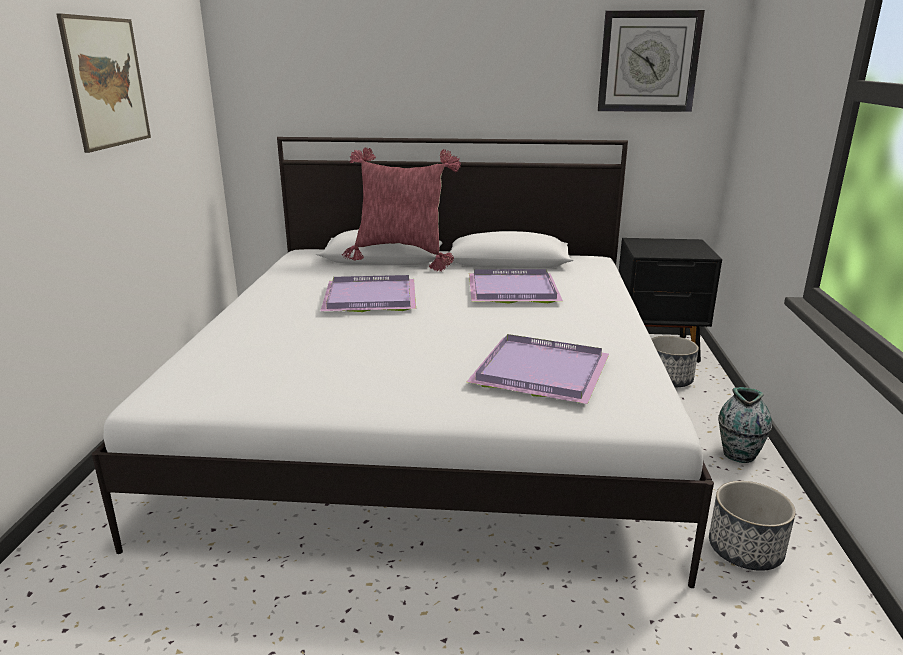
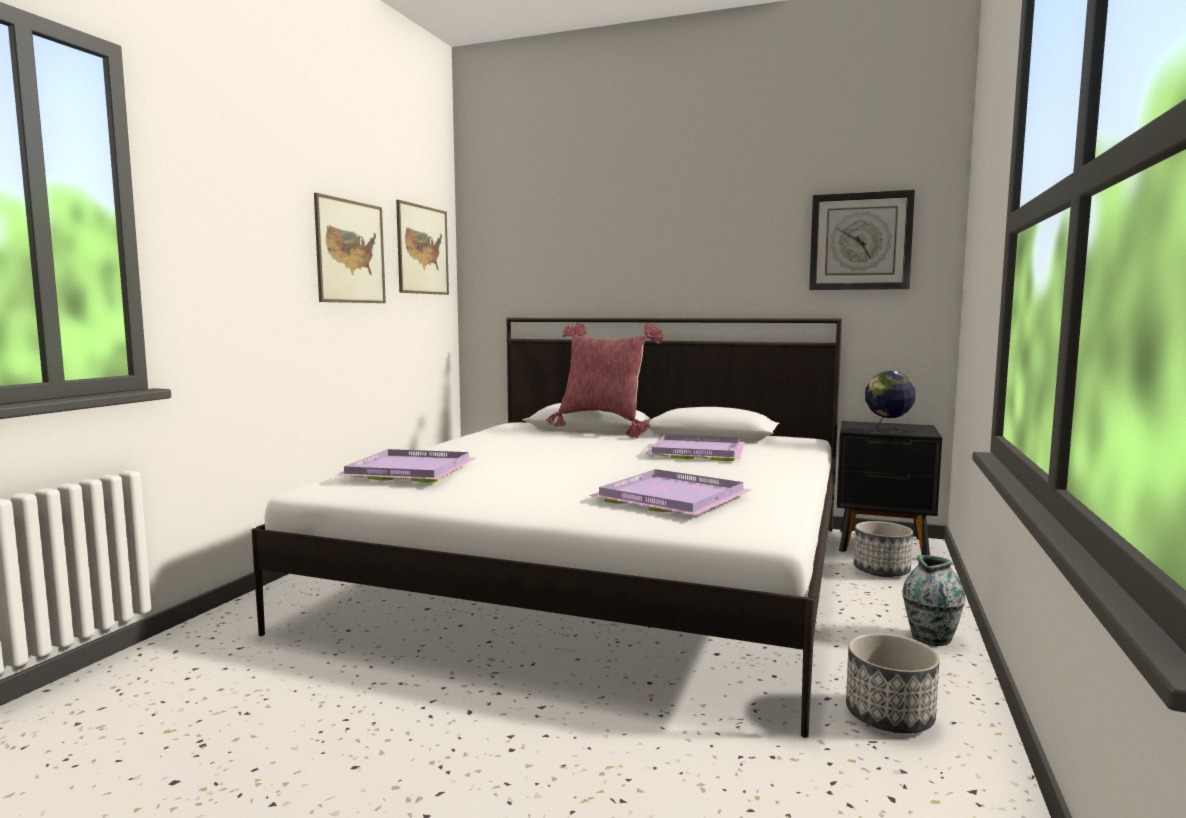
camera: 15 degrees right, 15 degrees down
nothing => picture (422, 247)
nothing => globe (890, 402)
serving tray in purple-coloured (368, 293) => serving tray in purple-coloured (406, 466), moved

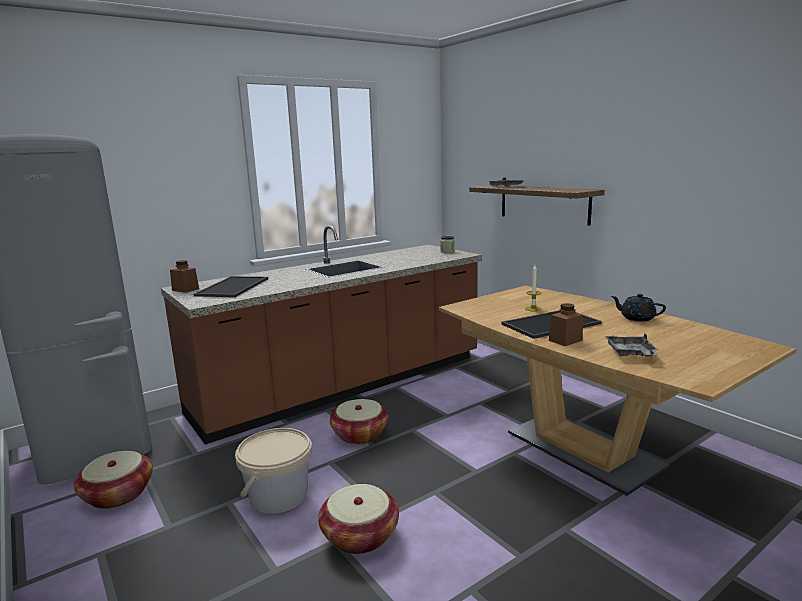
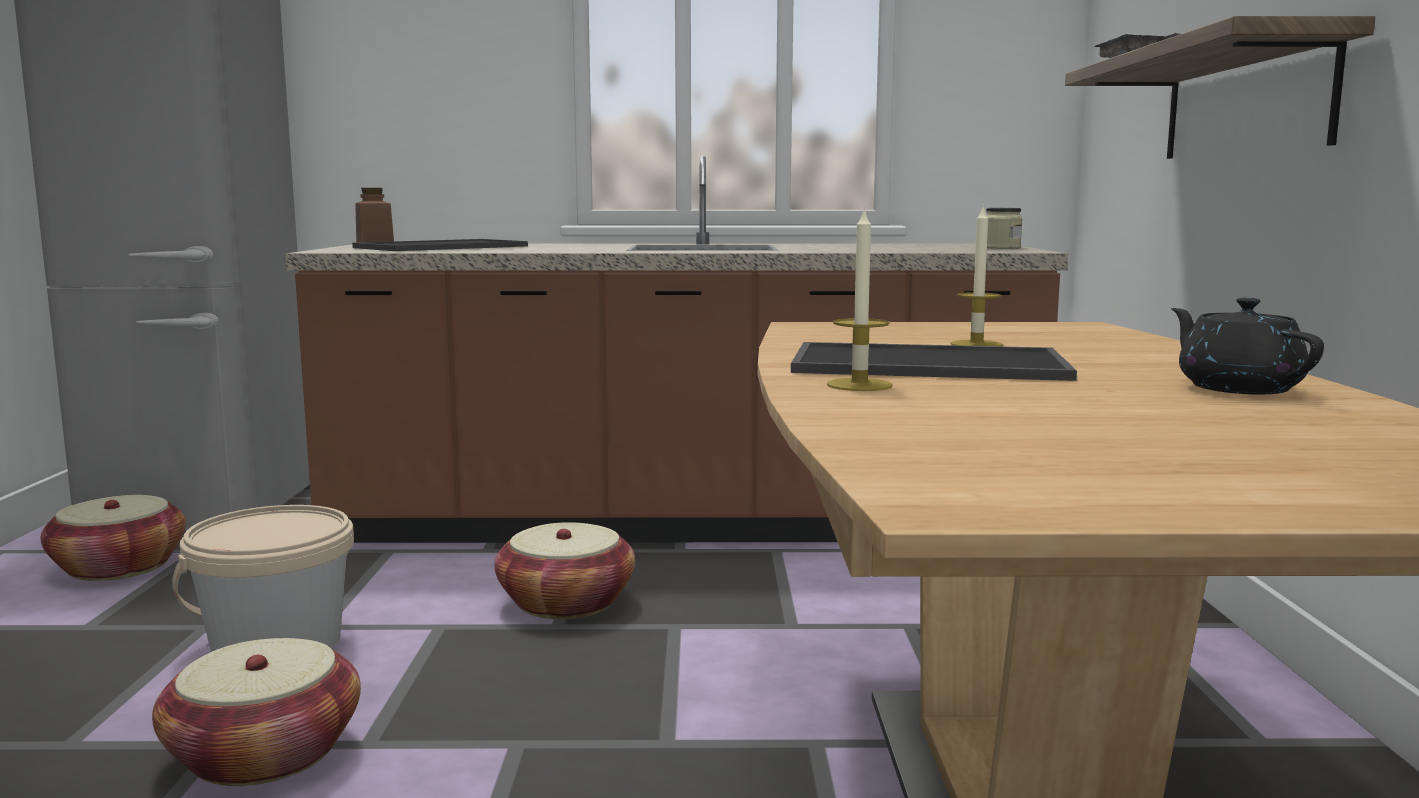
camera: 35 degrees right, 5 degrees down
serving tray in gray (632, 345) => nothing
storage jar in brownish (566, 324) => wax light (859, 299)

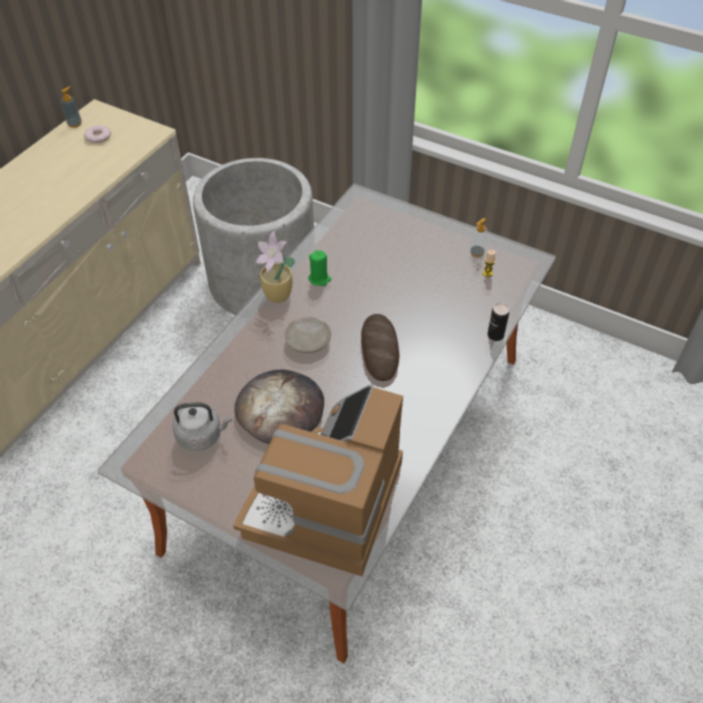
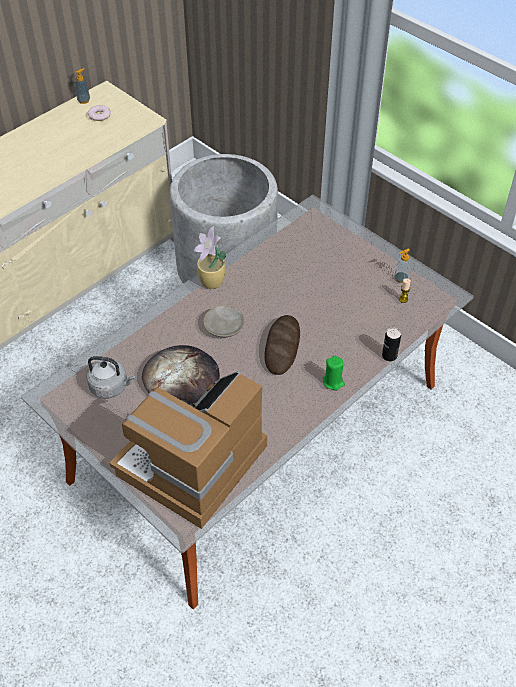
camera: 15 degrees right, 0 degrees up
wax light in green (319, 268) => wax light in green (334, 373), moved

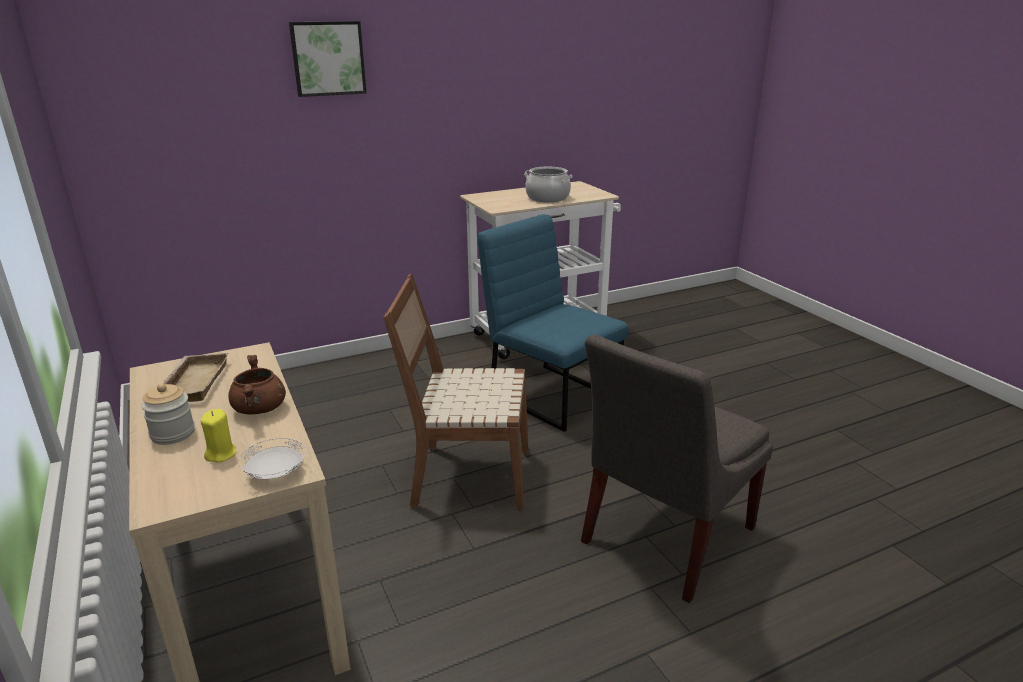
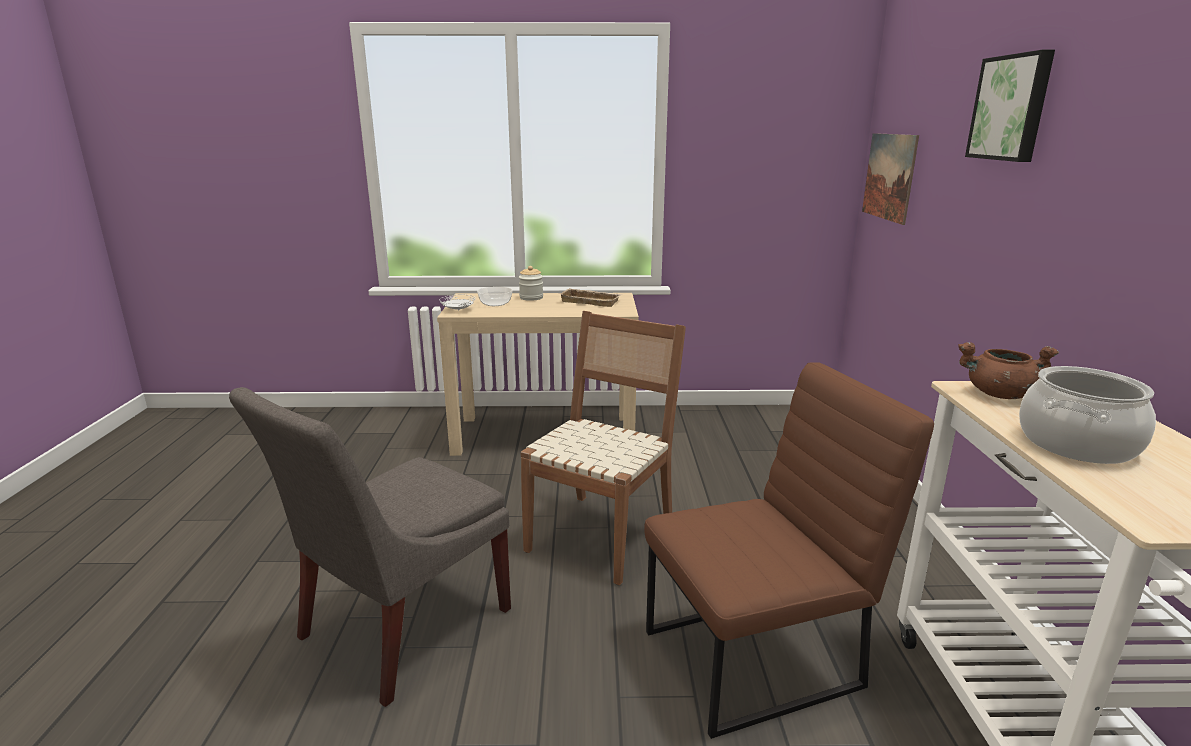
camera: 115 degrees right, 5 degrees down
nothing => picture (890, 179)
saucepot in brownish (257, 384) => saucepot in brownish (1008, 370), moved
wax light in yellow (218, 436) => serving bowl (495, 296)
plain chair in blue (553, 323) => plain chair in brownish (789, 550)
plain chair in gray (677, 469) => plain chair in gray (370, 547), 120 degrees counterclockwise

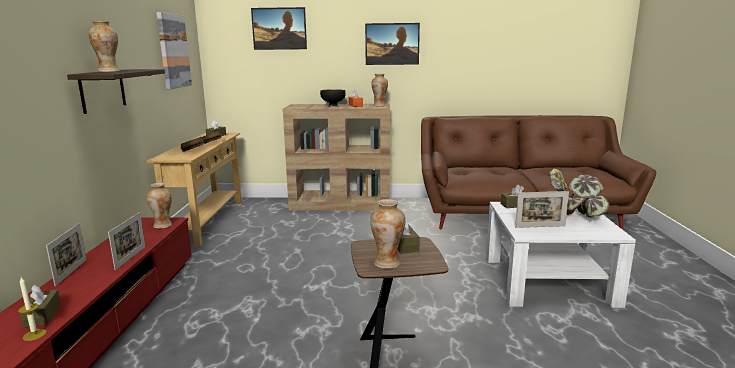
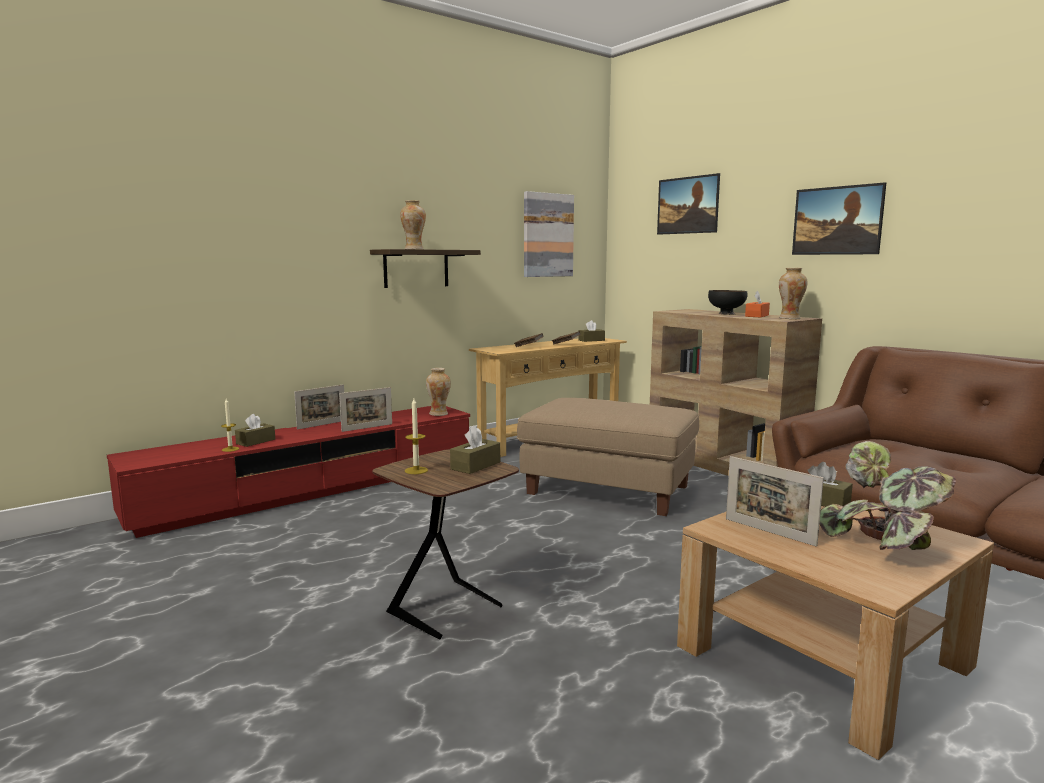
camera: 50 degrees right, 5 degrees down
nothing => pouffe in beige (608, 457)
vase (387, 234) => wax light (416, 436)
low table in white (561, 255) => low table in brownish (835, 633)

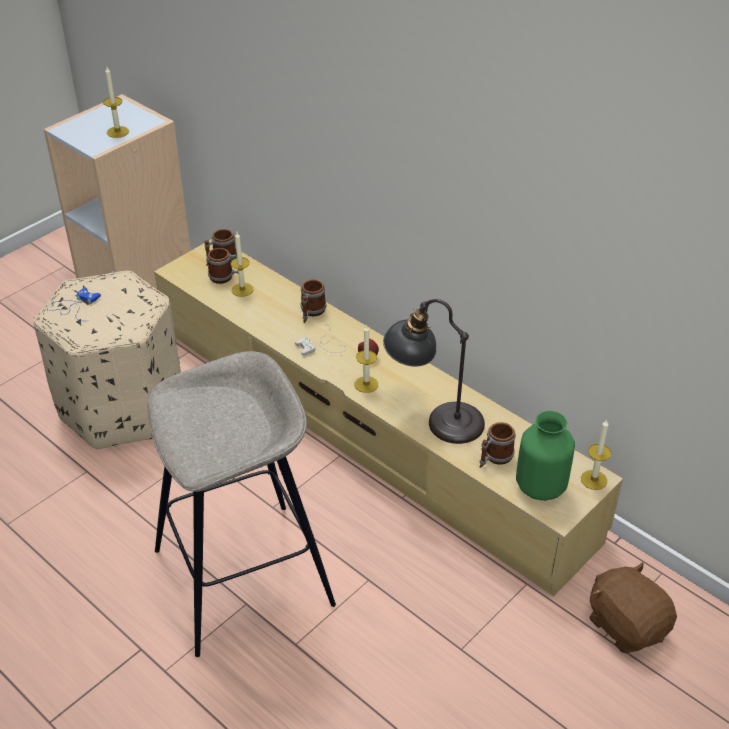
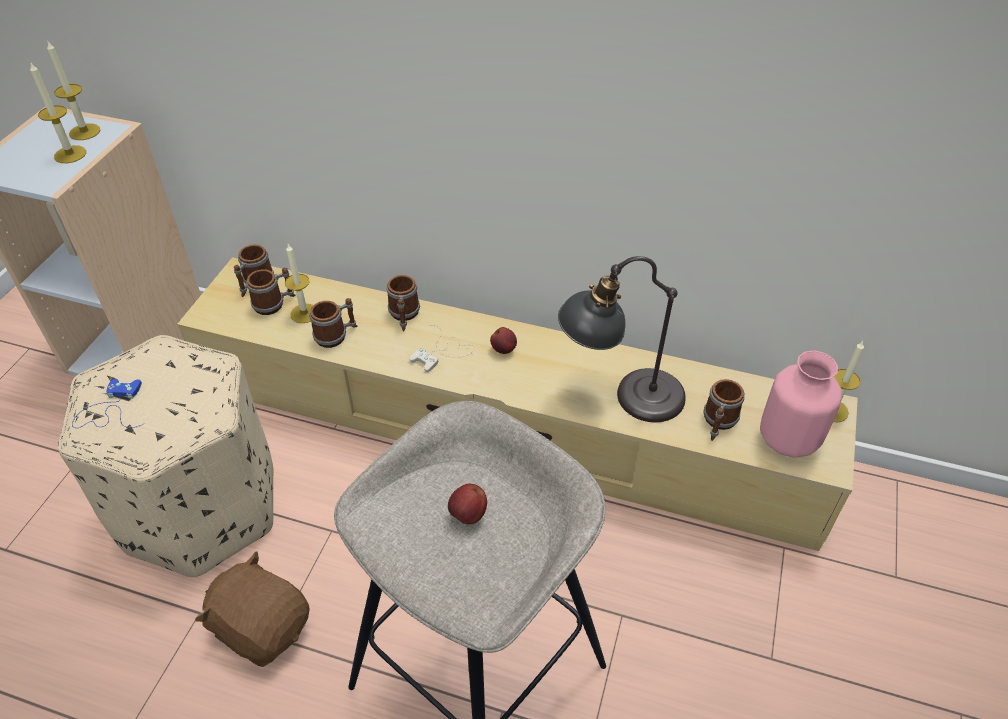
camera: 25 degrees left, 5 degrees up
nothing => mug (333, 323)
nothing => whole apple (467, 504)
wax light (366, 358) => wax light (73, 90), moved
cuddly toy in brownish (633, 607) => cuddly toy in brownish (252, 609), moved
vase in green (545, 455) => vase in pink-coloured (801, 404)

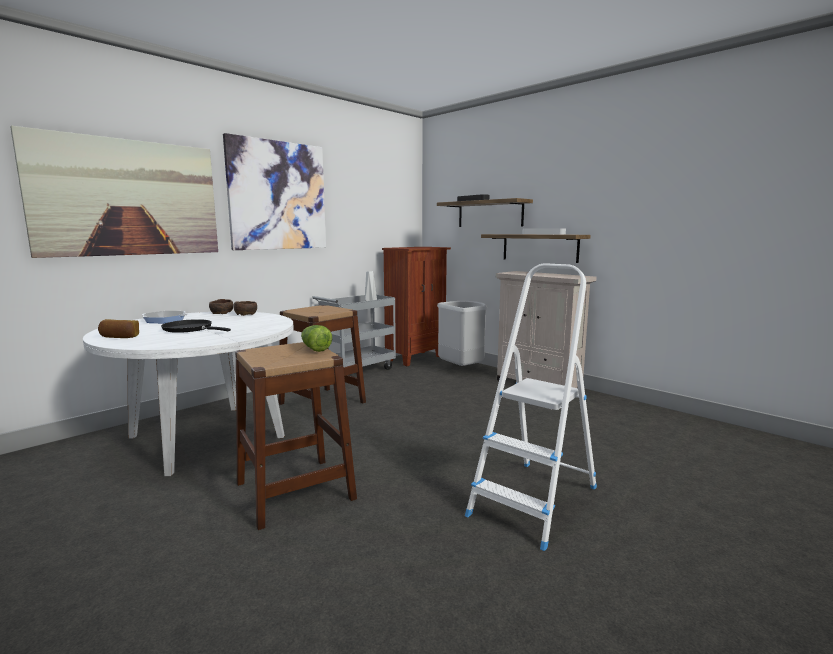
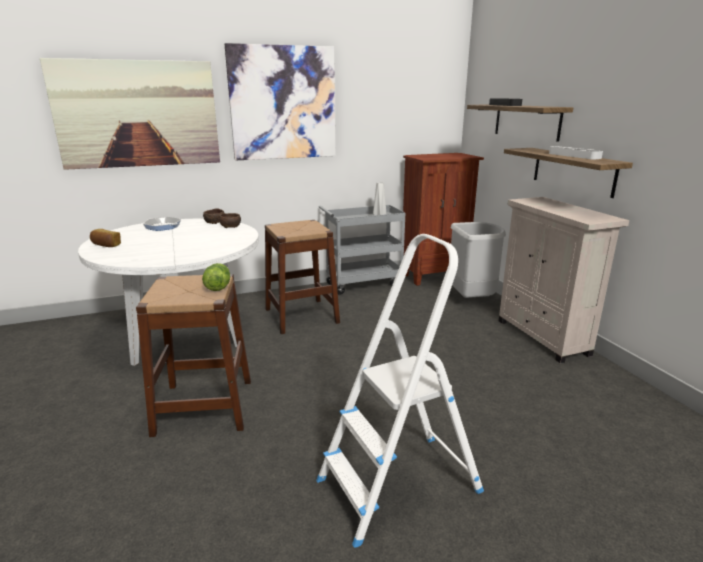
camera: 25 degrees right, 10 degrees up
pan in blackish (196, 326) => nothing

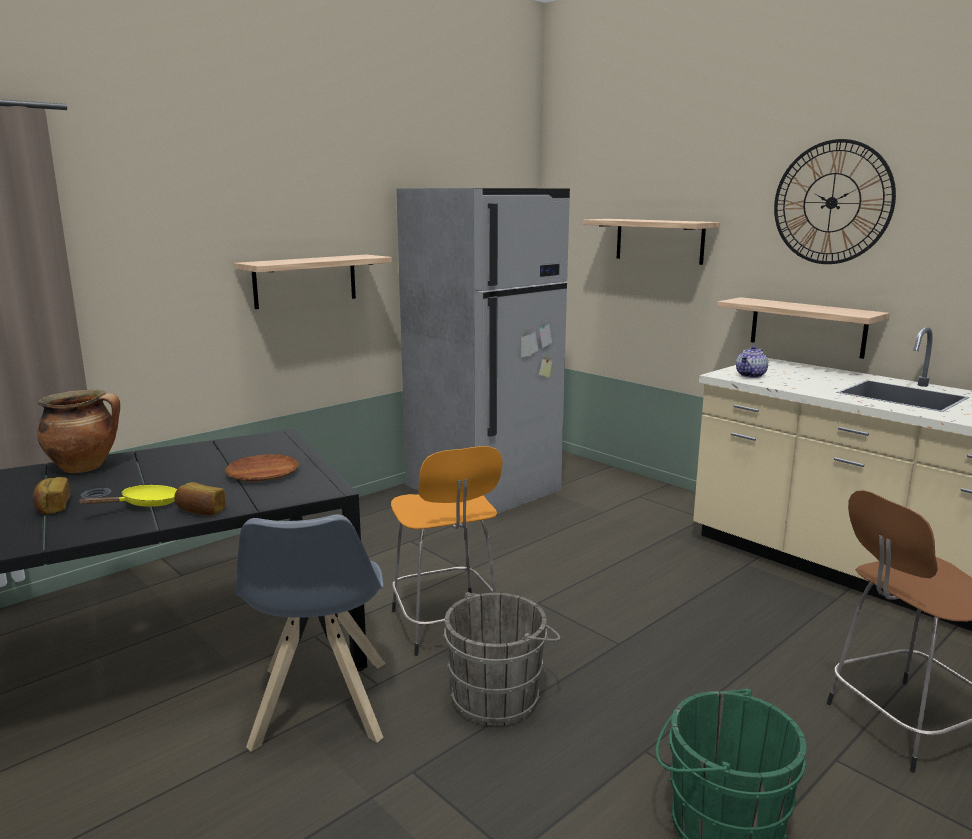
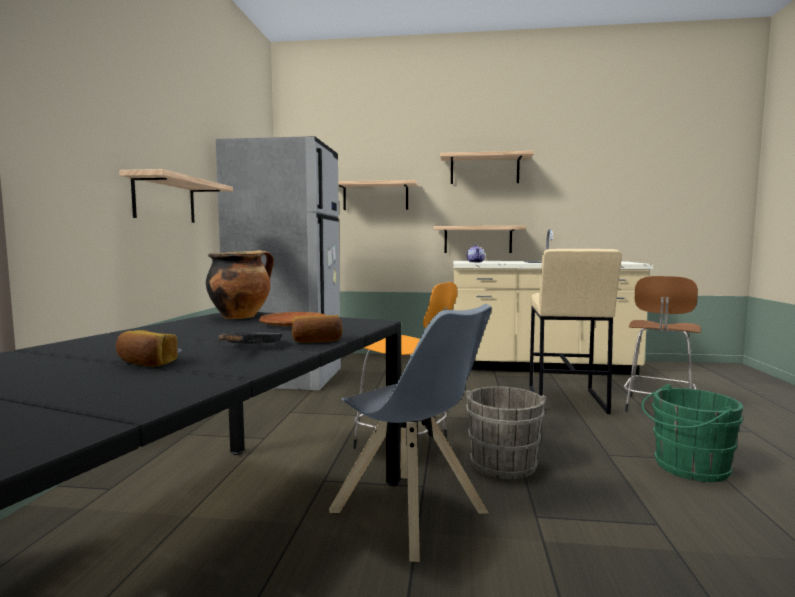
camera: 40 degrees left, 10 degrees down
nothing => stool seat in beige (575, 331)
saucepot (78, 431) => saucepot (240, 284), moved
hanging clock (835, 201) => bracket shelf (487, 167)
pan in yellow (127, 496) => pan in blackish (250, 338)

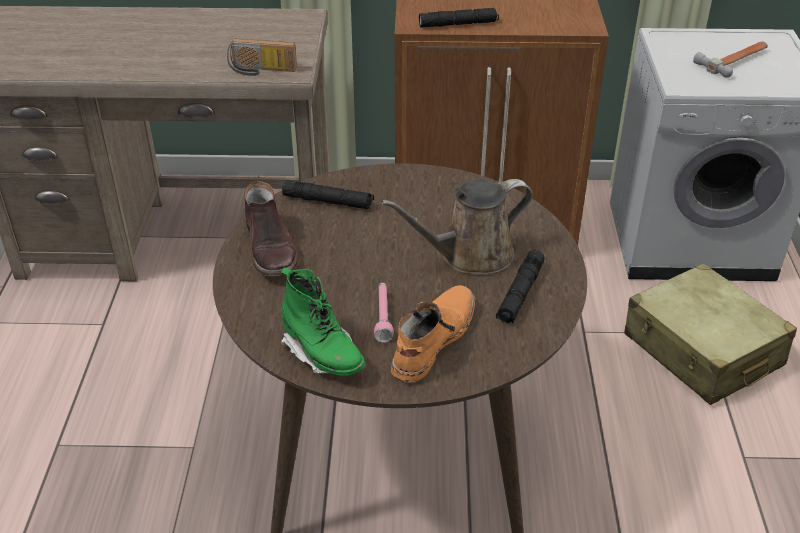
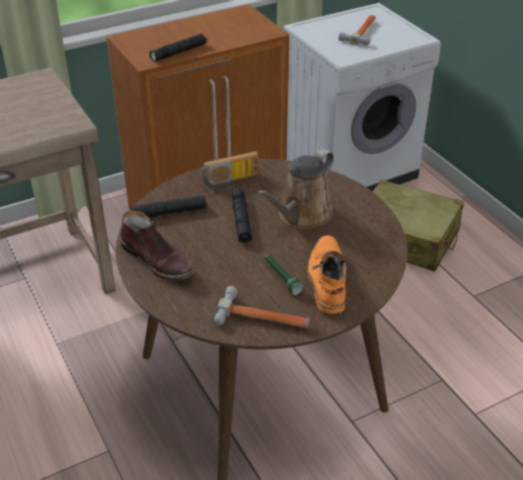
camera: 30 degrees left, 0 degrees up
radio (262, 57) => radio (230, 170), moved
hand torch in blackish (520, 286) => hand torch in blackish (242, 215), moved
high-top boot in green (323, 322) => hand hammer (262, 307)
hand torch in pink-coloured (384, 313) => hand torch in green (284, 274)

